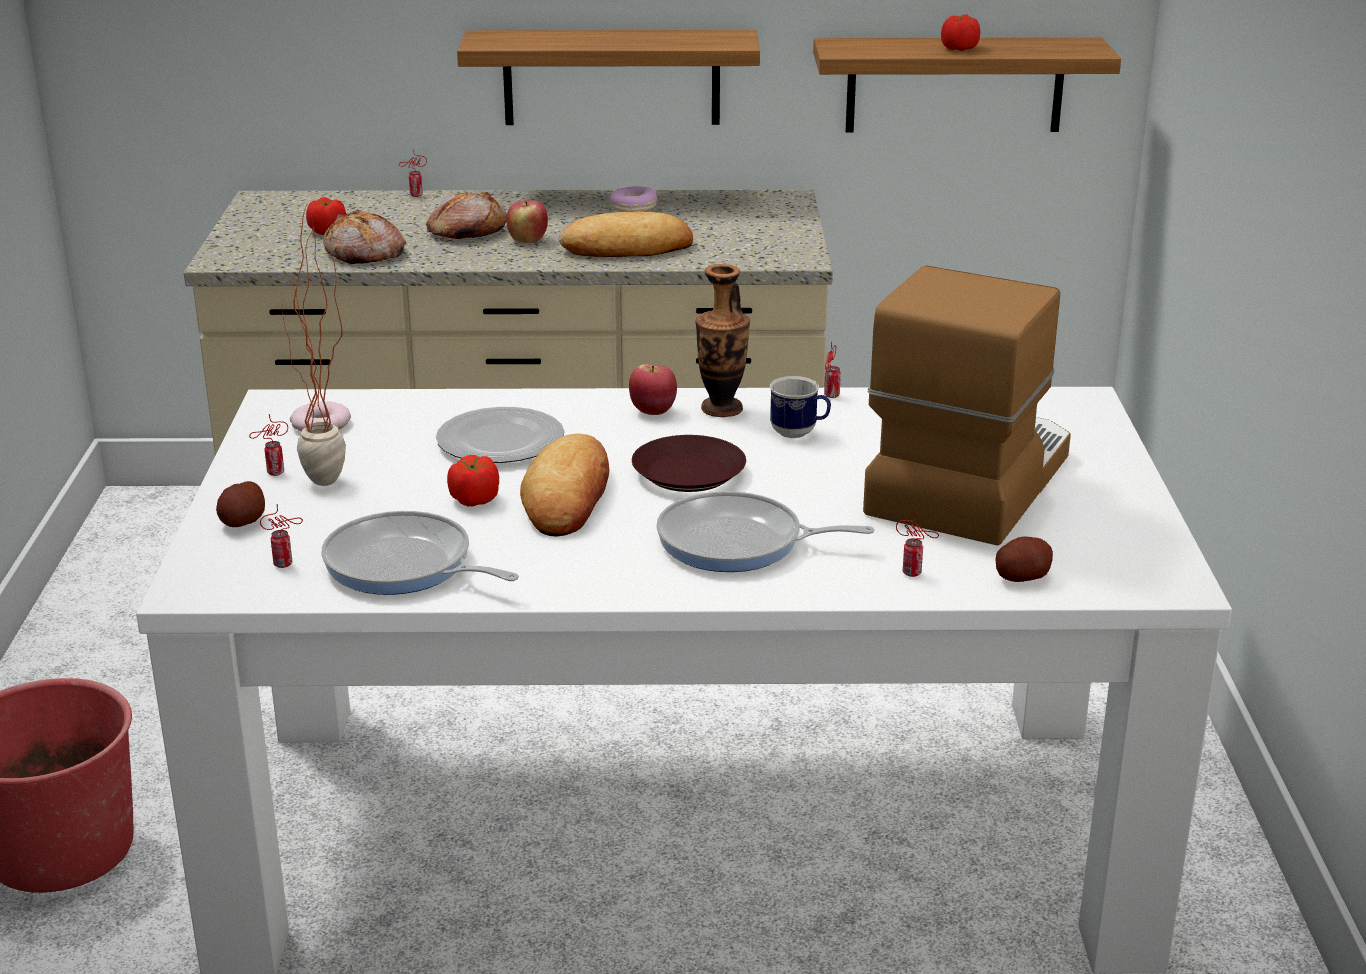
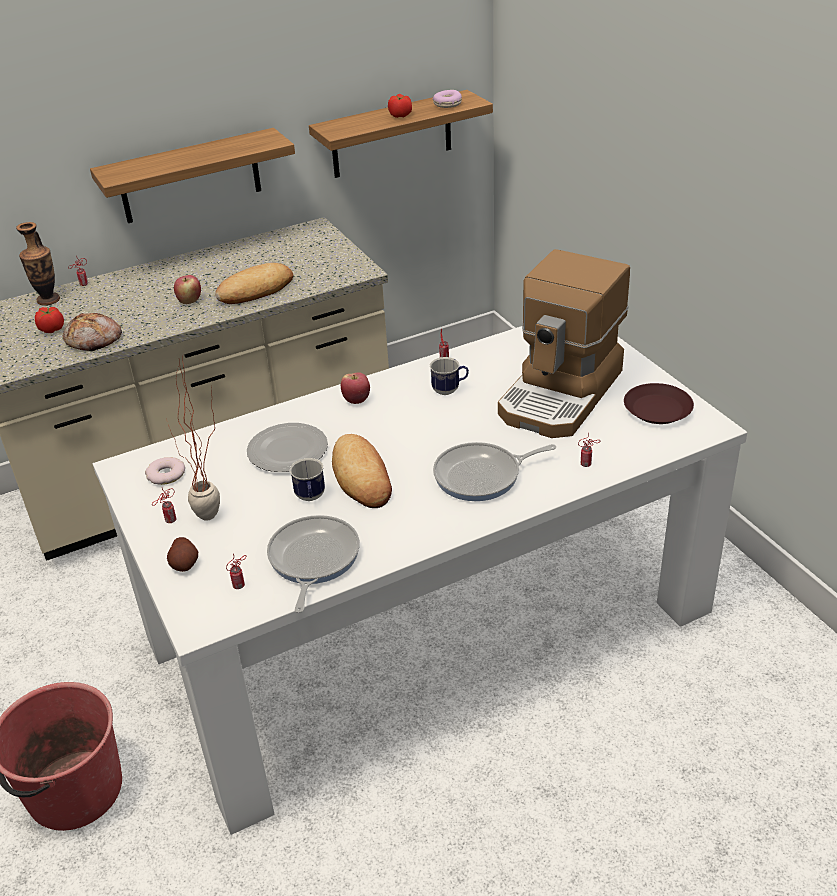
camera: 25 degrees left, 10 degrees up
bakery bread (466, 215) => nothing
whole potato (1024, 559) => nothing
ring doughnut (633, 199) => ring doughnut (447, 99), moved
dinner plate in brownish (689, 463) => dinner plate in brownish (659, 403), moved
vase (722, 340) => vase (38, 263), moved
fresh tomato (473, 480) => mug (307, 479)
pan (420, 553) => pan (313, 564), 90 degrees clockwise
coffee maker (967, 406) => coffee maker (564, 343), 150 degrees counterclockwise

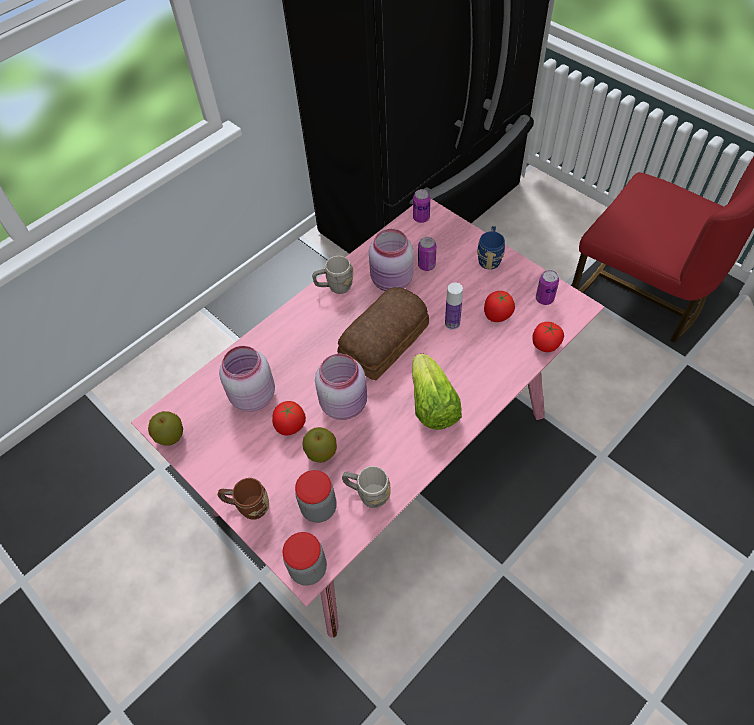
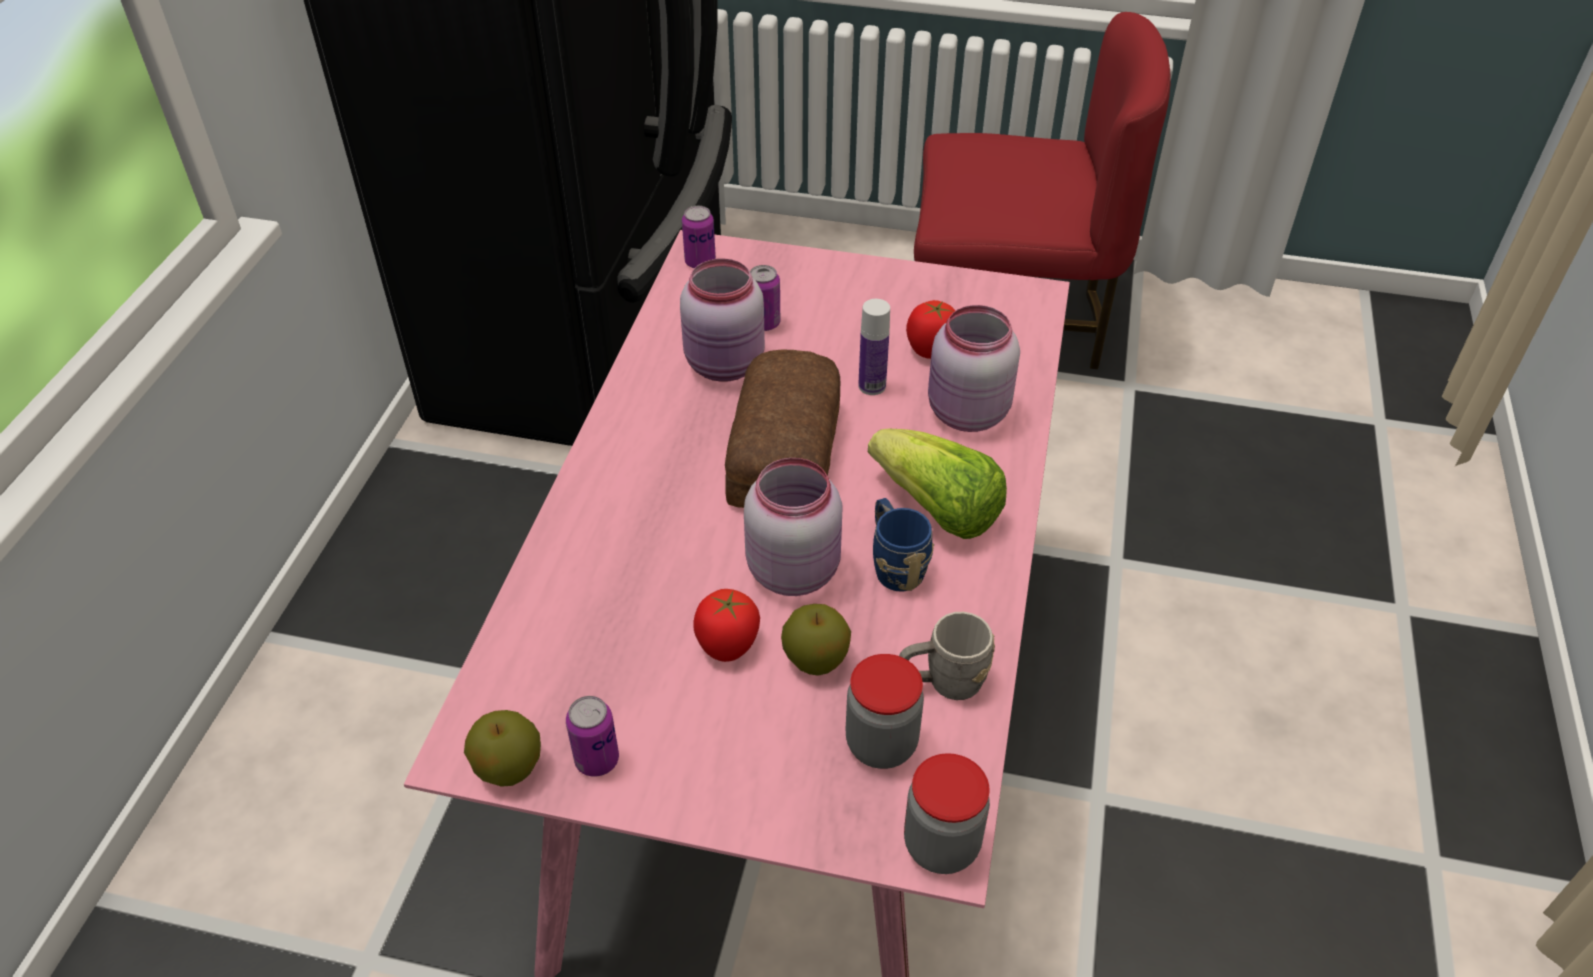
camera: 35 degrees left, 10 degrees down
mug in brownish (243, 499) => nothing
mug in gray (332, 275) => nothing
fresh tomato (548, 337) => nothing
storage jar in pink-coloured (247, 379) => storage jar in pink-coloured (974, 368), moved
mug in blue (491, 248) => mug in blue (903, 545), moved
sealed can (547, 287) => sealed can (592, 736), moved

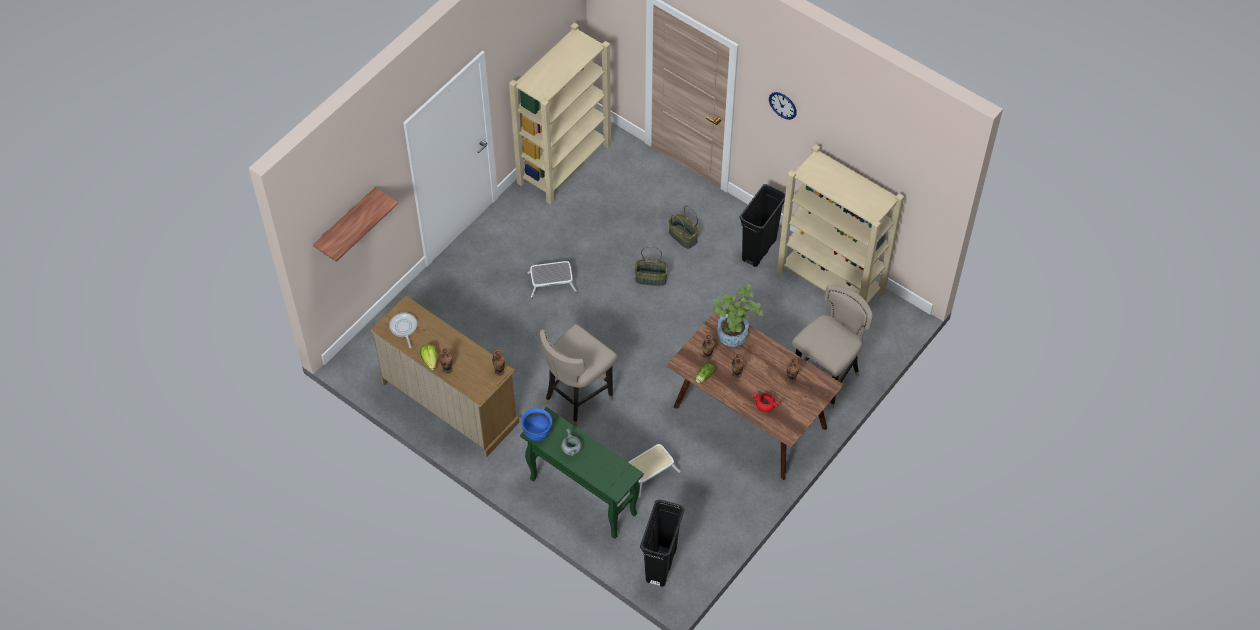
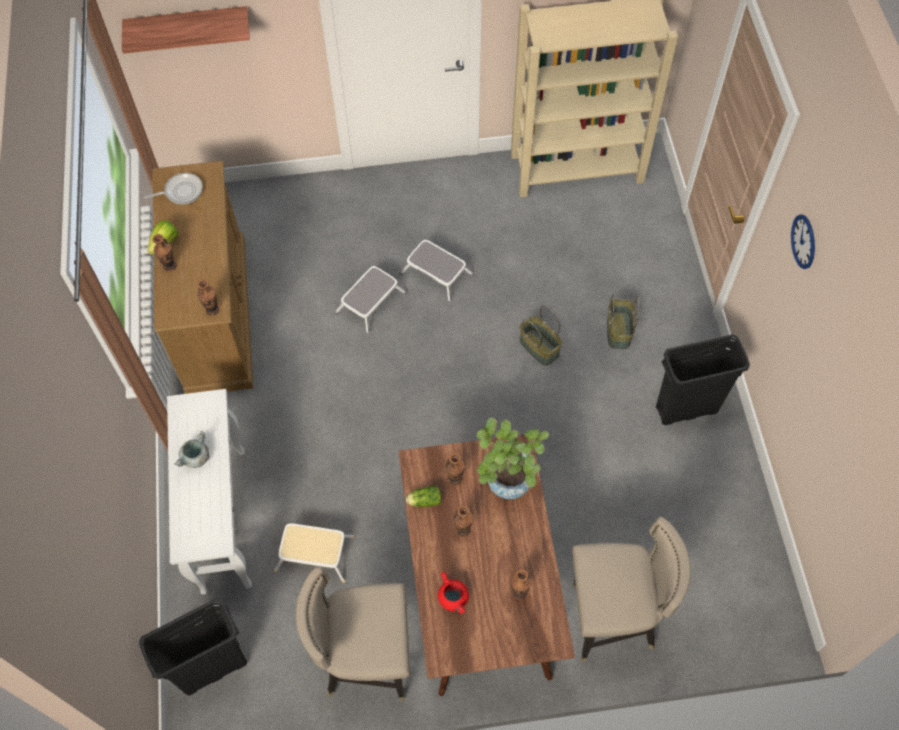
camera: 45 degrees right, 5 degrees up
saucepot in blue (536, 424) => nothing
bookcase in beige (840, 223) => nothing
nothing => step ladder in gray (370, 301)
stool seat in beige (579, 375) => stool seat in beige (353, 633), moved
hall table in green (582, 473) => hall table in white (209, 492)
pan (403, 330) => pan (173, 189), 45 degrees clockwise

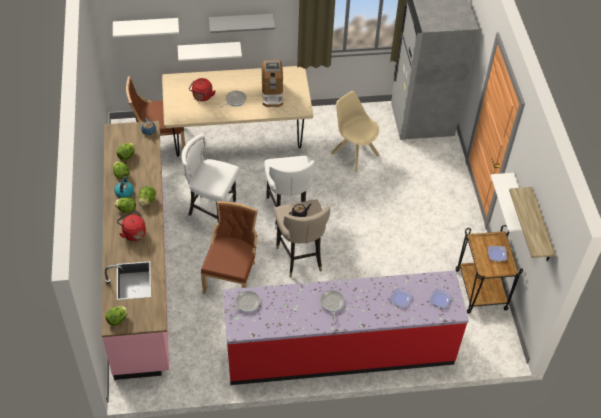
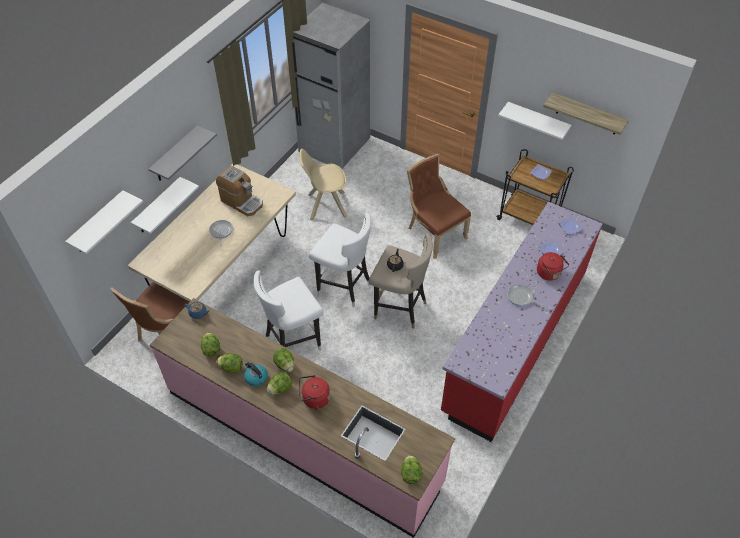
camera: 50 degrees left, 0 degrees up
pan (243, 302) => nothing
tea kettle in red-coloured (202, 89) => tea kettle in red-coloured (553, 266), moved
plain chair in brownish (229, 247) => plain chair in brownish (439, 206), moved

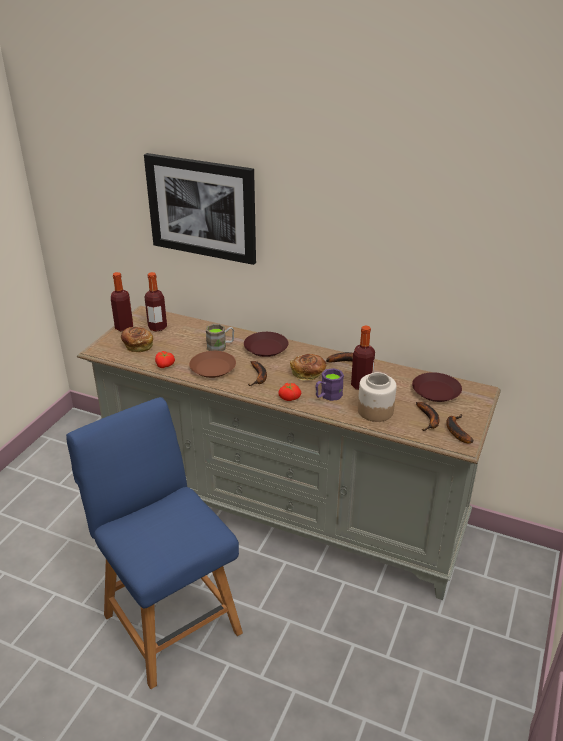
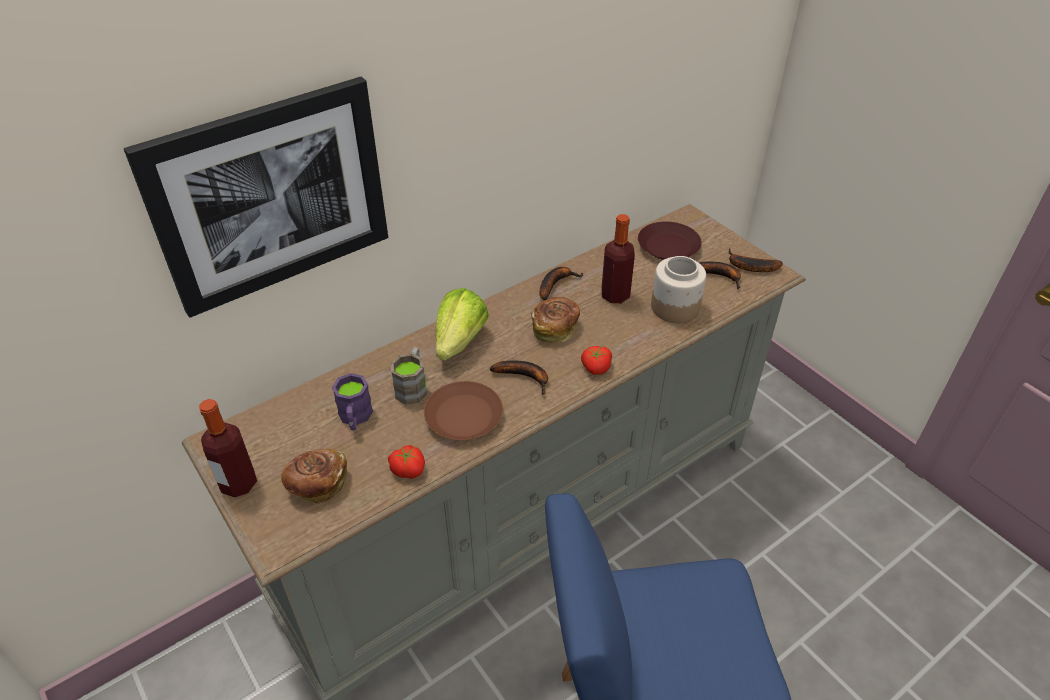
camera: 60 degrees left, 10 degrees up
beverage bottle (156, 302) => nothing
mug in purple-coloured (329, 384) => mug in purple-coloured (352, 401), moved
dinner plate in brownish (266, 344) => head of lettuce (462, 324)

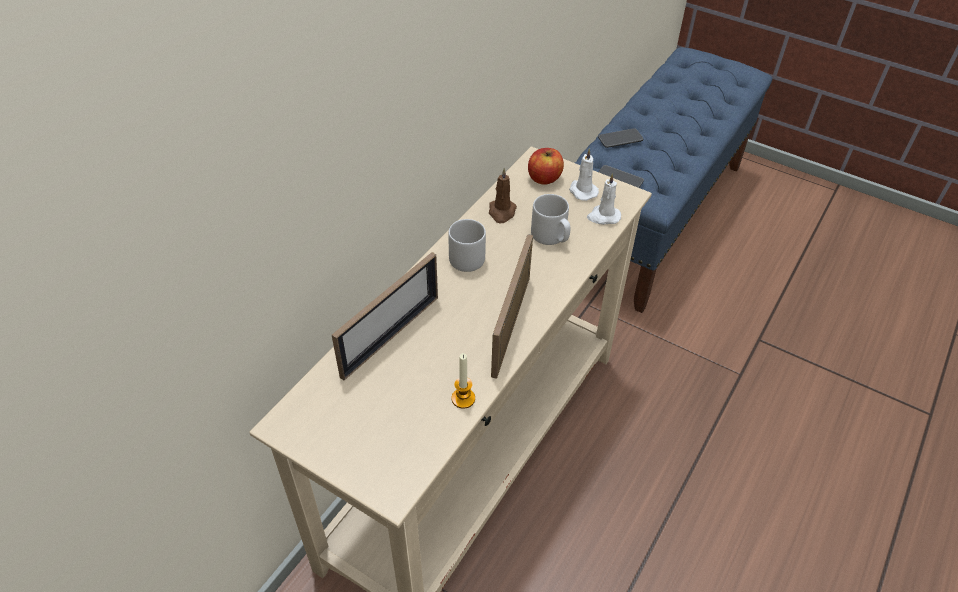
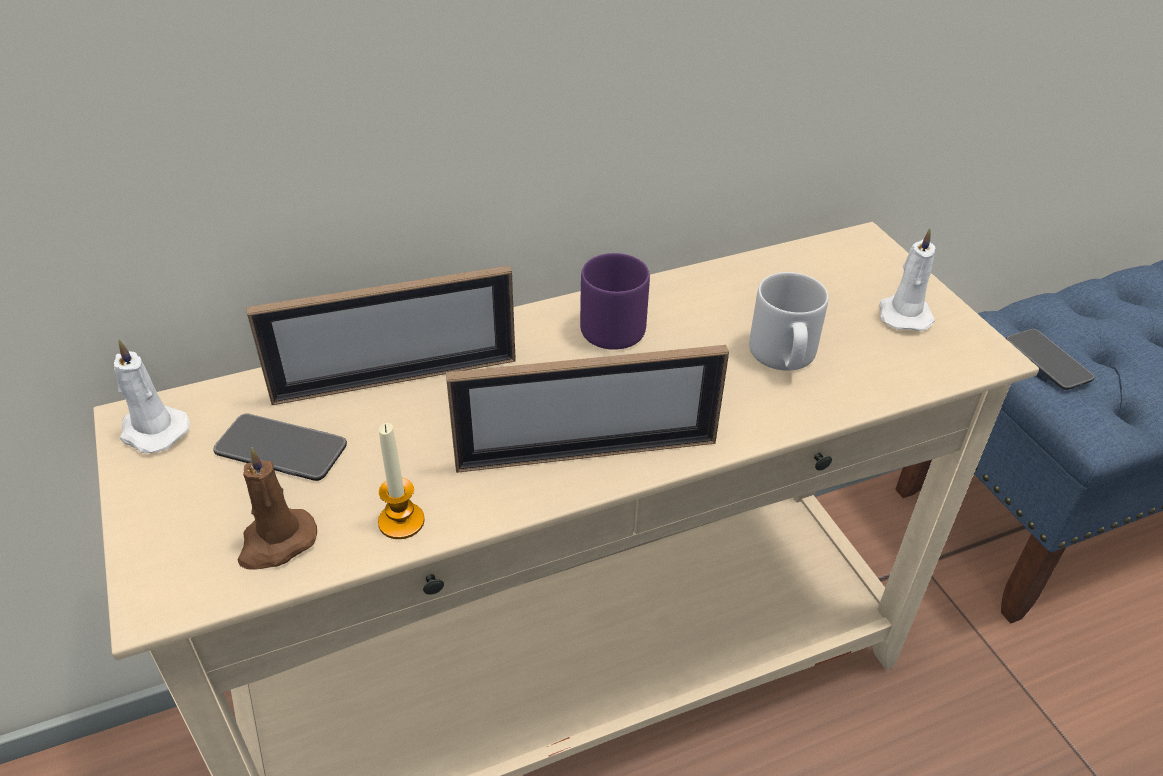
camera: 35 degrees right, 5 degrees down
whole apple (546, 166) => nothing
wax light in brownish (503, 195) => wax light in brownish (277, 508), moved
wax light in white (604, 199) => wax light in white (152, 396), moved
handset (621, 138) => handset (280, 447), moved
mug in gray (467, 245) => mug in purple-coloured (615, 301)
standing frame (512, 306) => standing frame (587, 409), 150 degrees counterclockwise

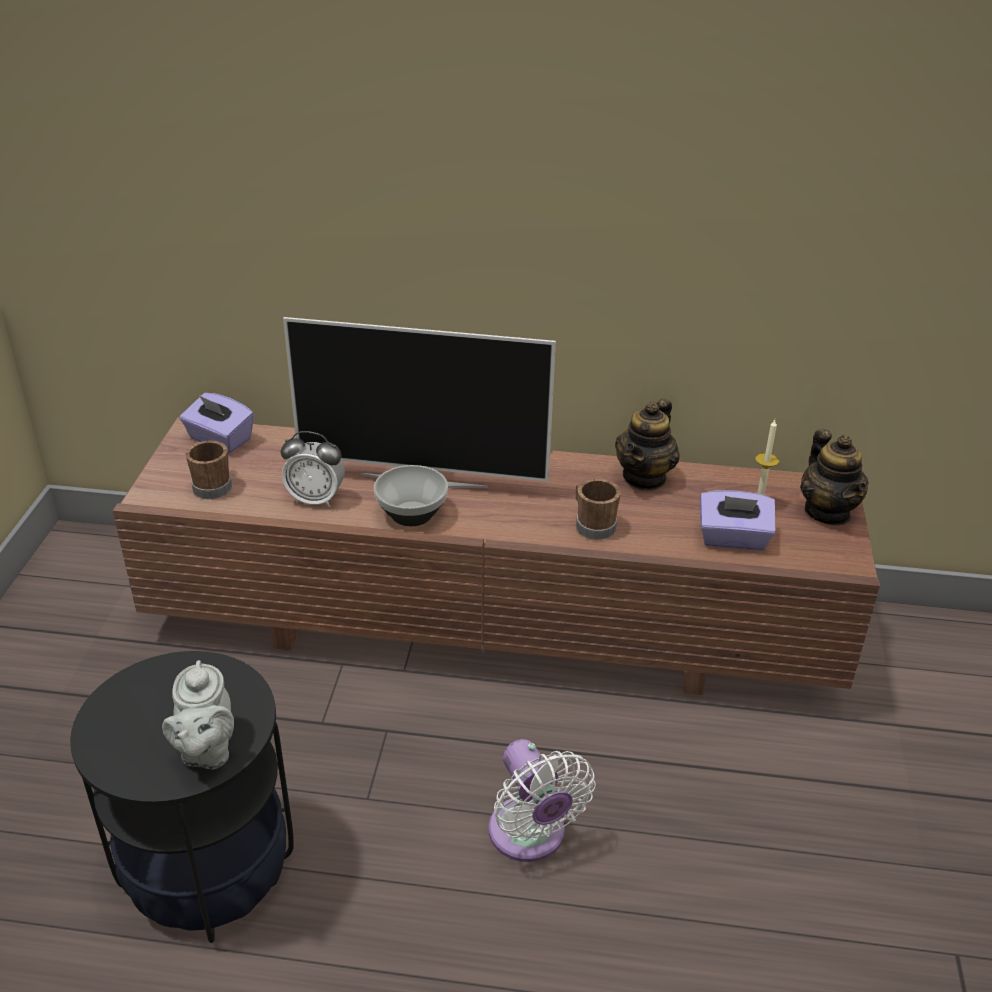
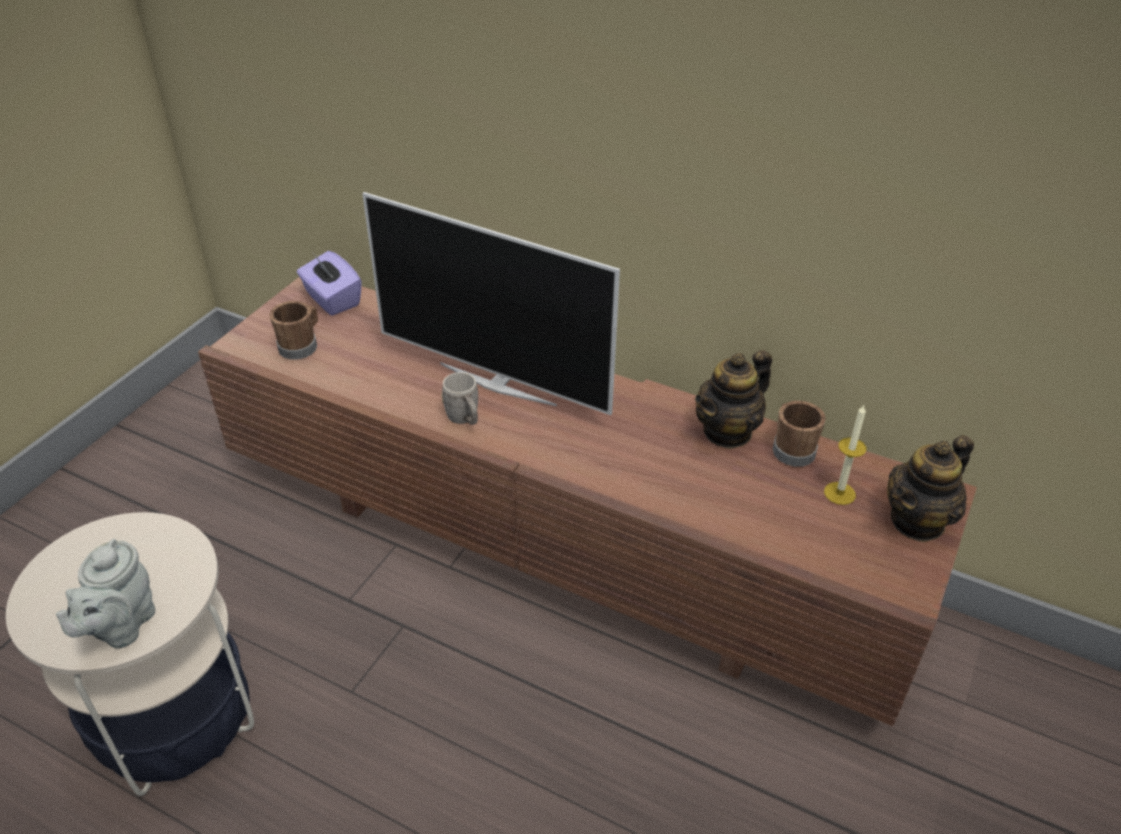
camera: 20 degrees right, 5 degrees up
alarm clock (313, 469) => nothing
electric fan in white (542, 800) => nothing
tissue box in purple-coloured (738, 520) => nothing
mug in brownish (598, 509) => mug in brownish (799, 434), moved
serving bowl (411, 495) => mug in gray (459, 398)
side table in blackish (182, 797) => side table in beige (130, 654)
pot for tea (834, 477) => pot for tea (930, 488), 45 degrees clockwise

